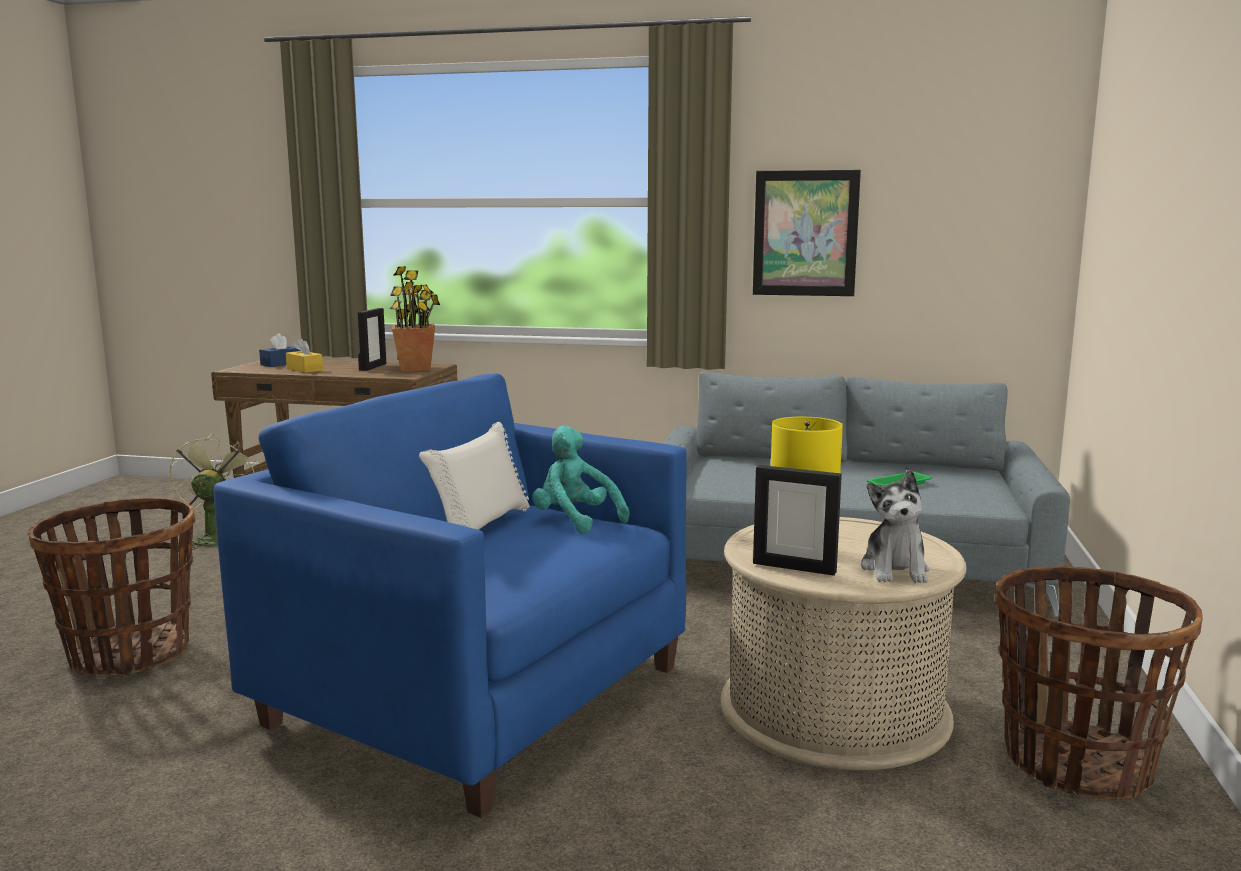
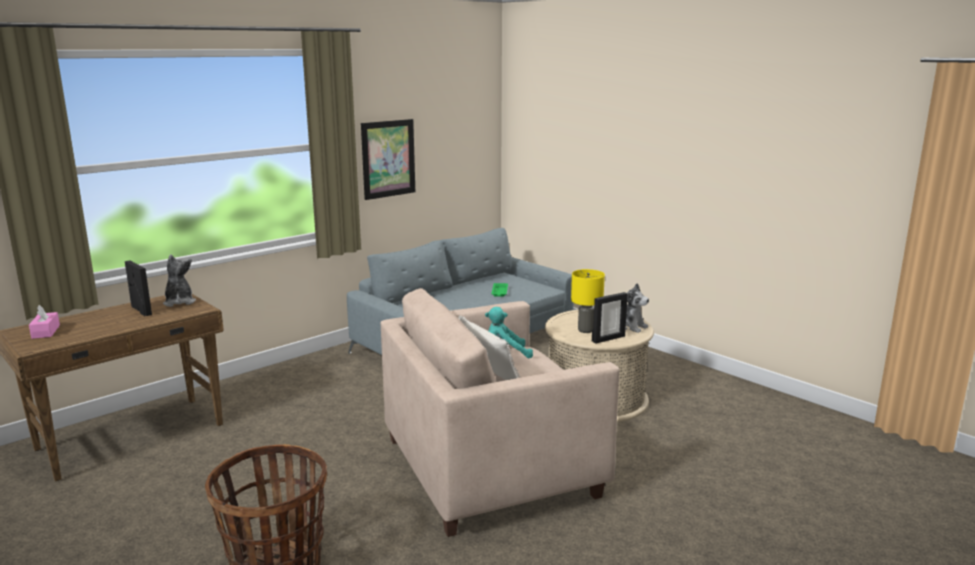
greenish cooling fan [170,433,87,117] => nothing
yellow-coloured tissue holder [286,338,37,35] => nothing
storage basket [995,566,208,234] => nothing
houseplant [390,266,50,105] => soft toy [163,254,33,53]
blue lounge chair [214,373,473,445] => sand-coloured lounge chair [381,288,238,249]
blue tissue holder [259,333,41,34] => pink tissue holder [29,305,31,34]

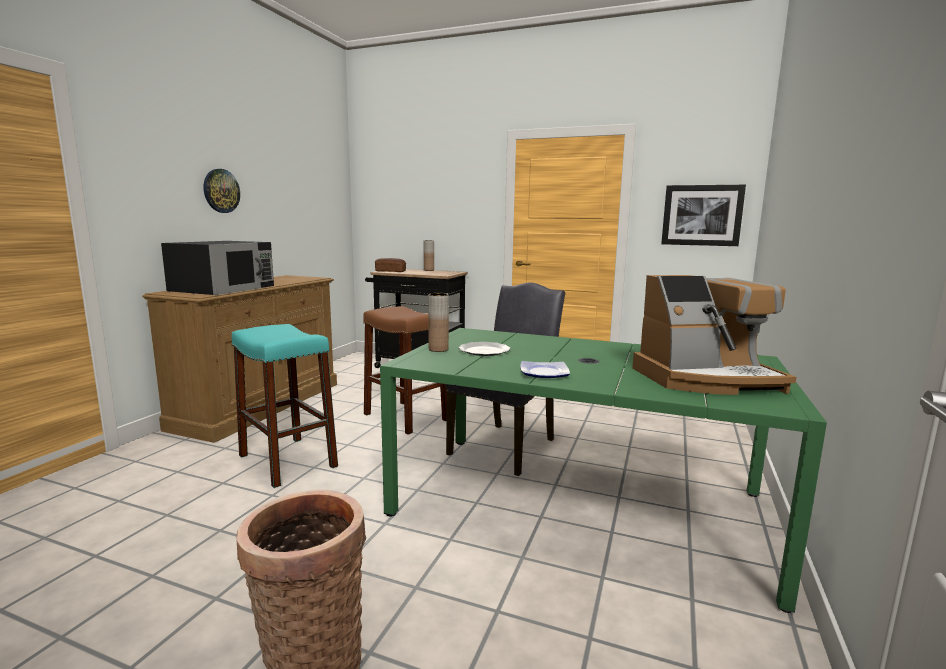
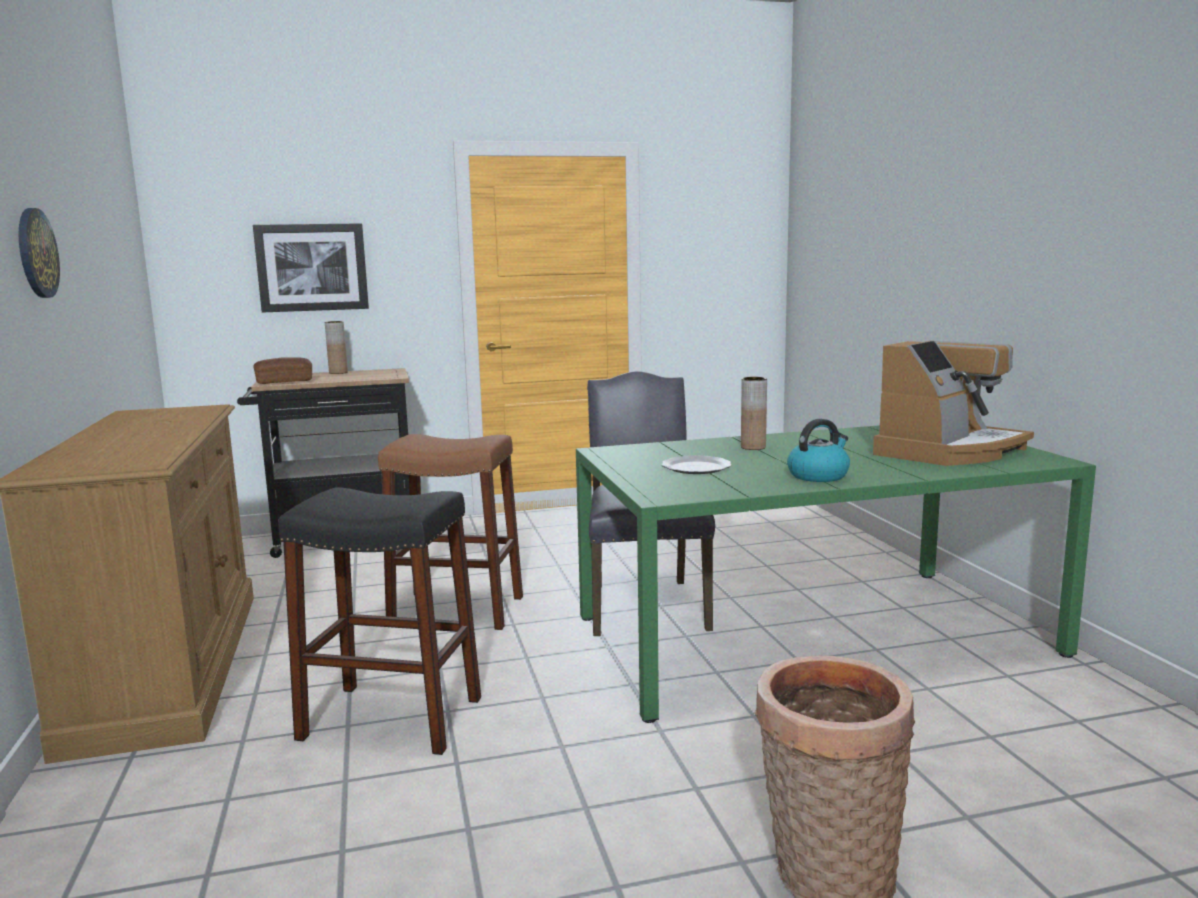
blackish microwave [161,241,113,54] => nothing
brown decorative vase [428,293,21,59] => brown decorative vase [741,377,26,73], move
wall picture [661,185,85,61] => wall picture [253,223,116,89], move
dinner plate [520,361,50,17] => tea kettle [787,419,63,63]
turquoise stool seat [232,324,106,164] => blackish stool seat [278,487,203,268]

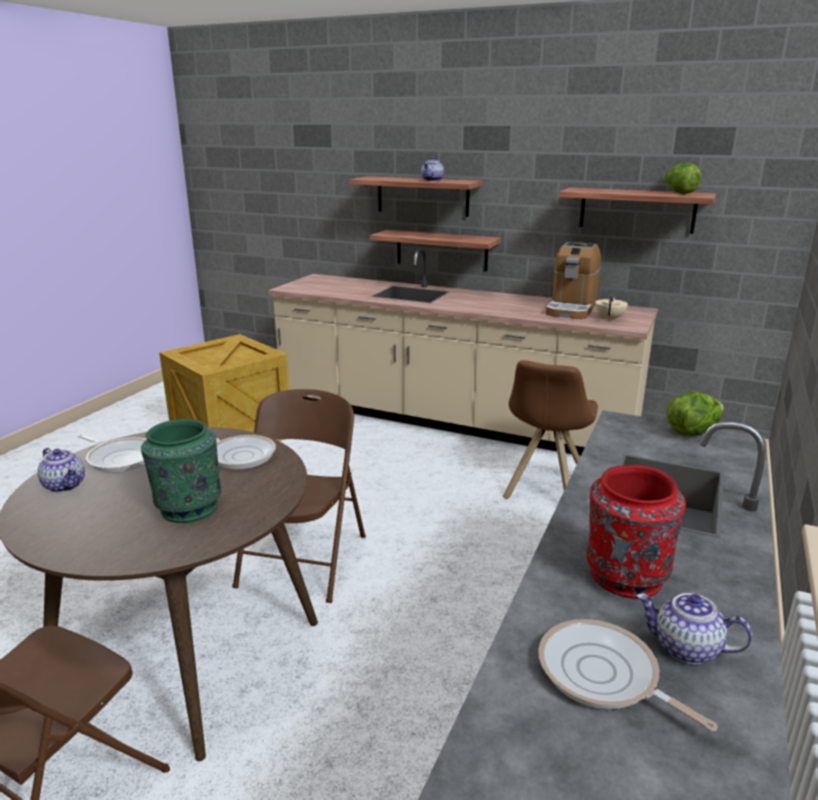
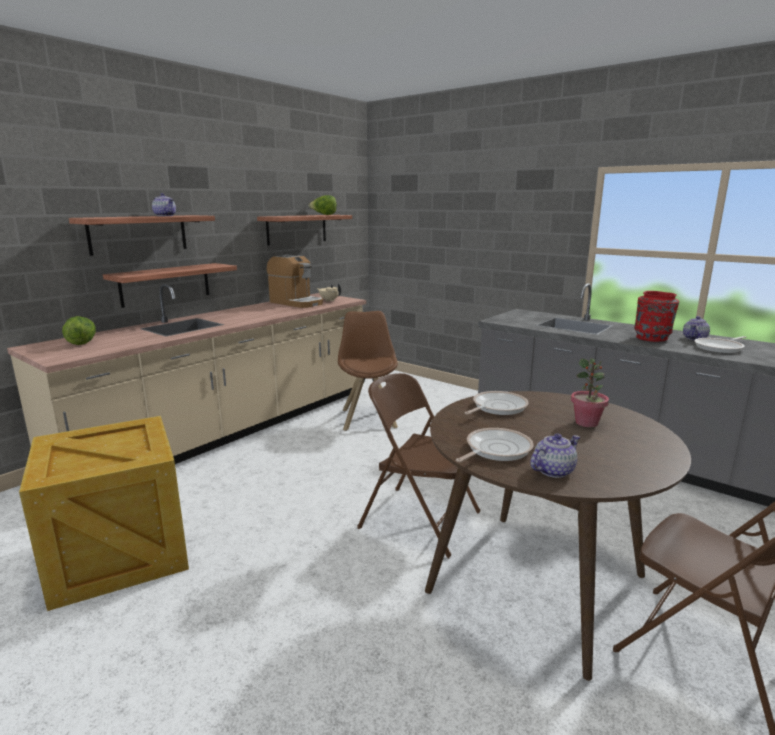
lettuce head [666,391,57,45] => lettuce head [62,316,34,29], move
greenish decorative vase [141,419,81,104] => houseplant [571,358,38,69]
brown chair [502,360,96,139] => brown chair [338,311,60,120], 135 degrees counterclockwise

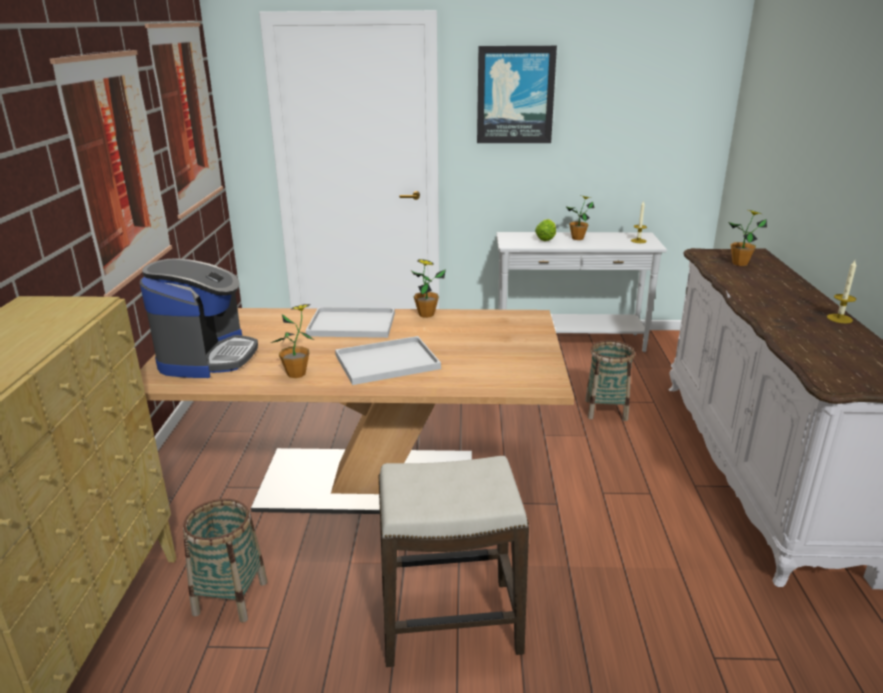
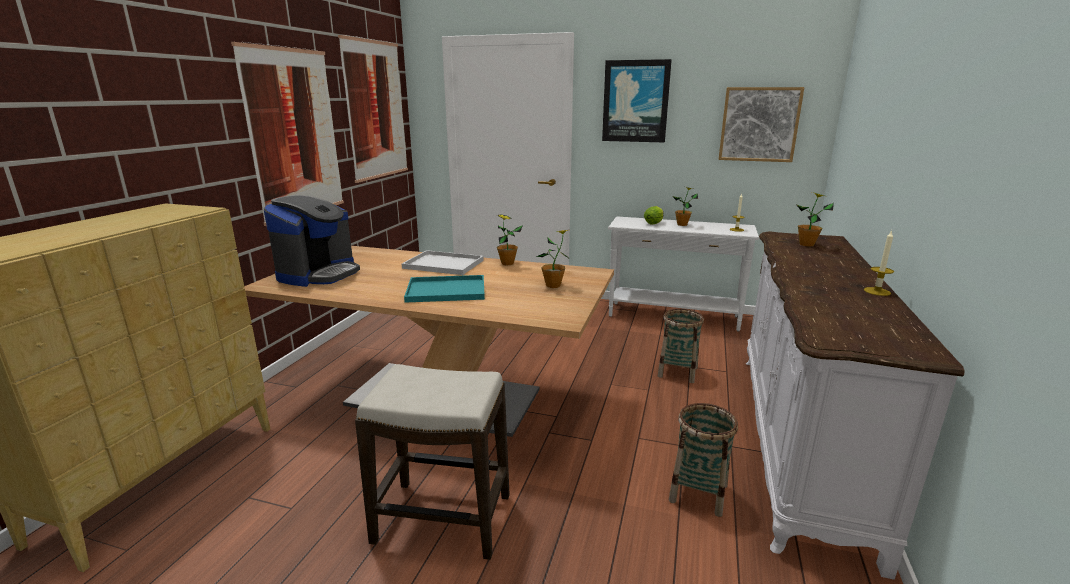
nothing => wall picture [718,87,86,75]
storage basket [183,499,85,124] => storage basket [669,403,69,114], move
houseplant [271,304,43,74] => houseplant [536,230,34,58], move
whitish tray [335,336,106,49] => turquoise tray [404,275,81,28]

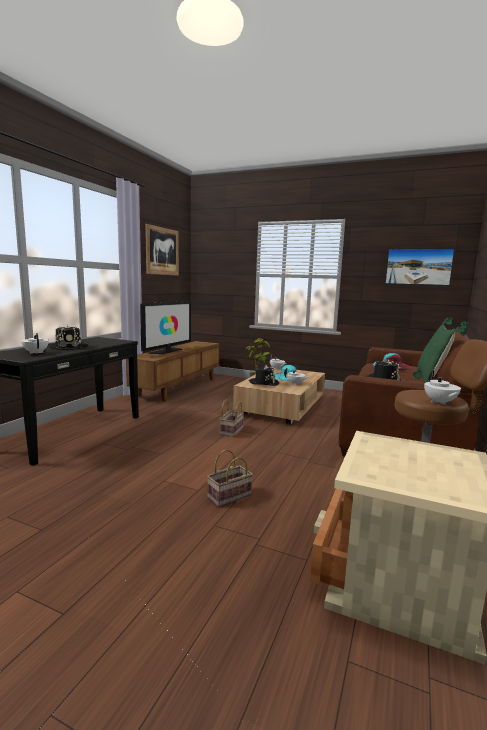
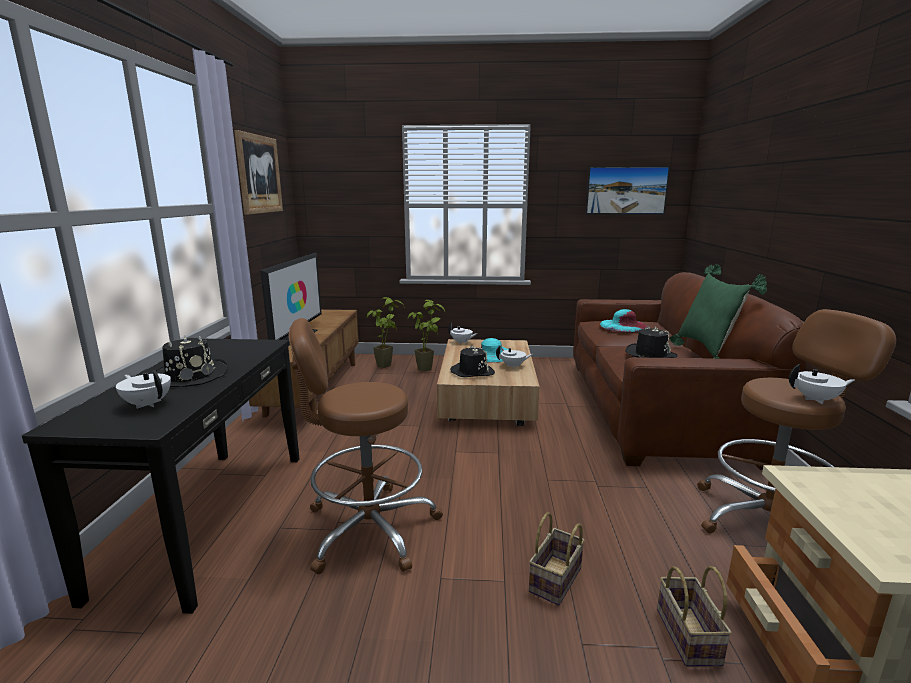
nothing => brown stool seat [289,318,154,256]
nothing => houseplant [367,297,38,71]
storage basket [220,399,24,38] => storage basket [657,566,75,101], move
whitish pot for tea [424,371,37,34] => whitish pot for tea [789,364,66,40], 60 degrees counterclockwise

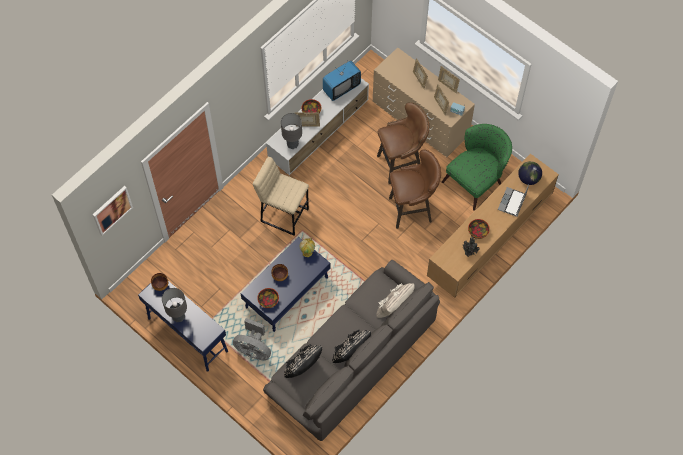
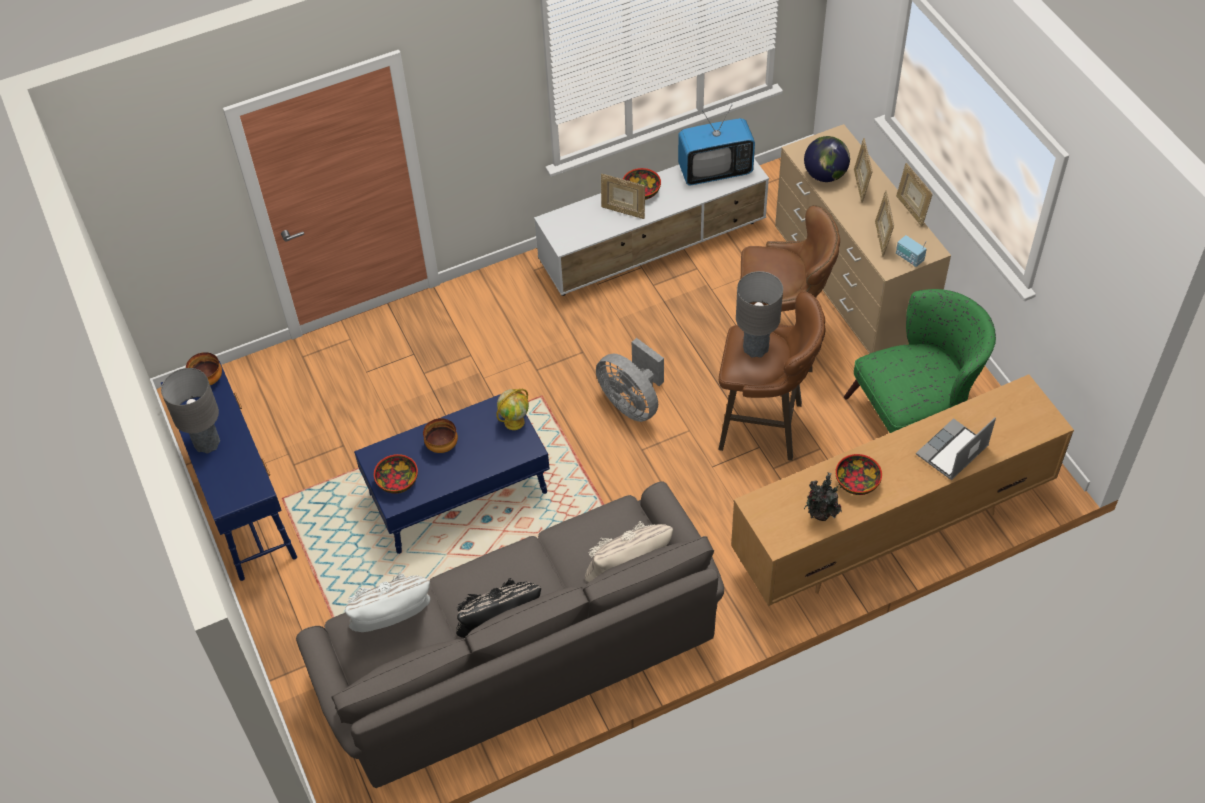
wall picture [92,186,41,50] => nothing
sand-coloured stool seat [253,156,56,80] => nothing
gray cooling fan [233,318,38,42] => gray cooling fan [596,338,68,84], move
gray lamp for a table [281,113,21,36] => gray lamp for a table [736,271,47,87], move
globe [518,161,24,24] => globe [804,136,46,46], move
blackish cushion [284,344,38,34] => whitish cushion [345,572,85,60]

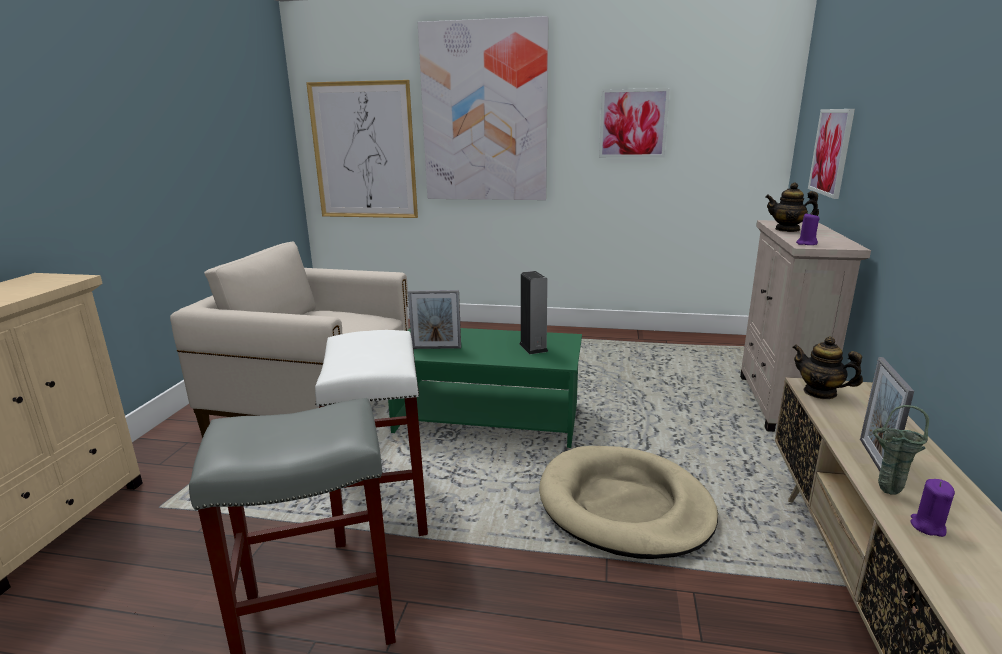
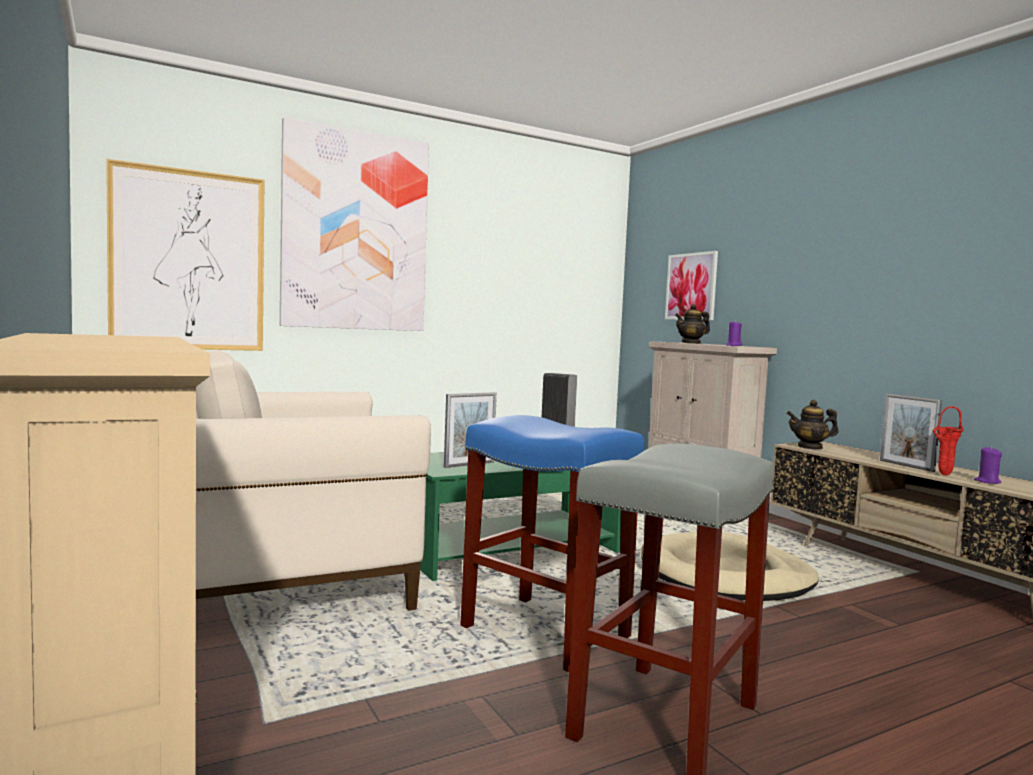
wall picture [599,88,71,70] => nothing
whitish stool seat [315,330,113,218] => blue stool seat [460,415,184,257]
greenish decorative vase [873,405,56,90] => red decorative vase [933,406,31,69]

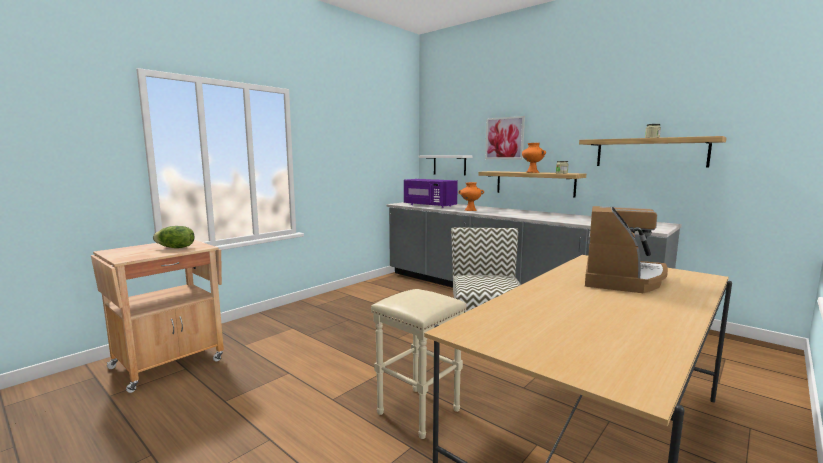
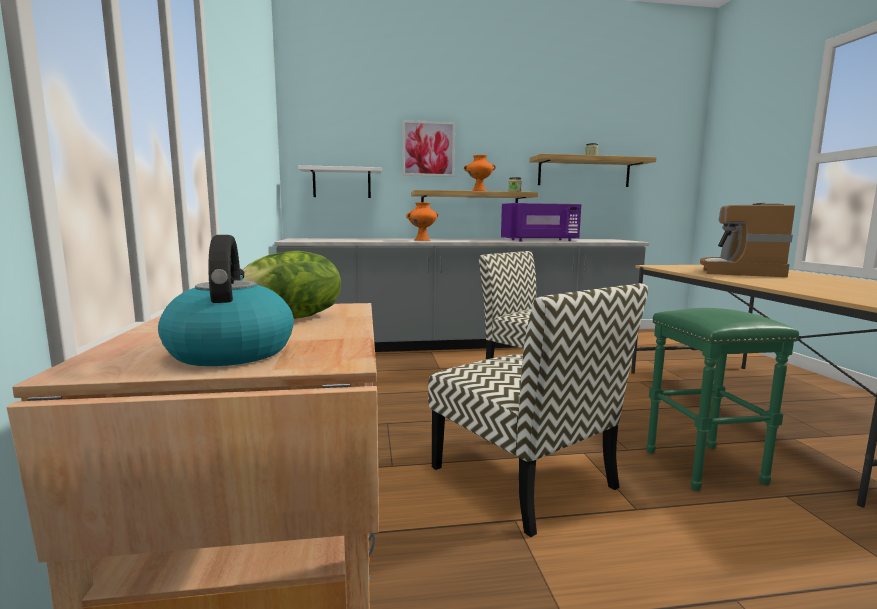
nothing => tea kettle [158,235,136,131]
nothing => chair [428,283,220,254]
purplish microwave [404,179,54,29] => purplish microwave [501,203,80,38], move
sand-coloured stool seat [371,289,96,150] => greenish stool seat [646,308,153,183]
coffee brewer [585,206,83,87] => coffee brewer [700,203,95,74], 135 degrees counterclockwise

